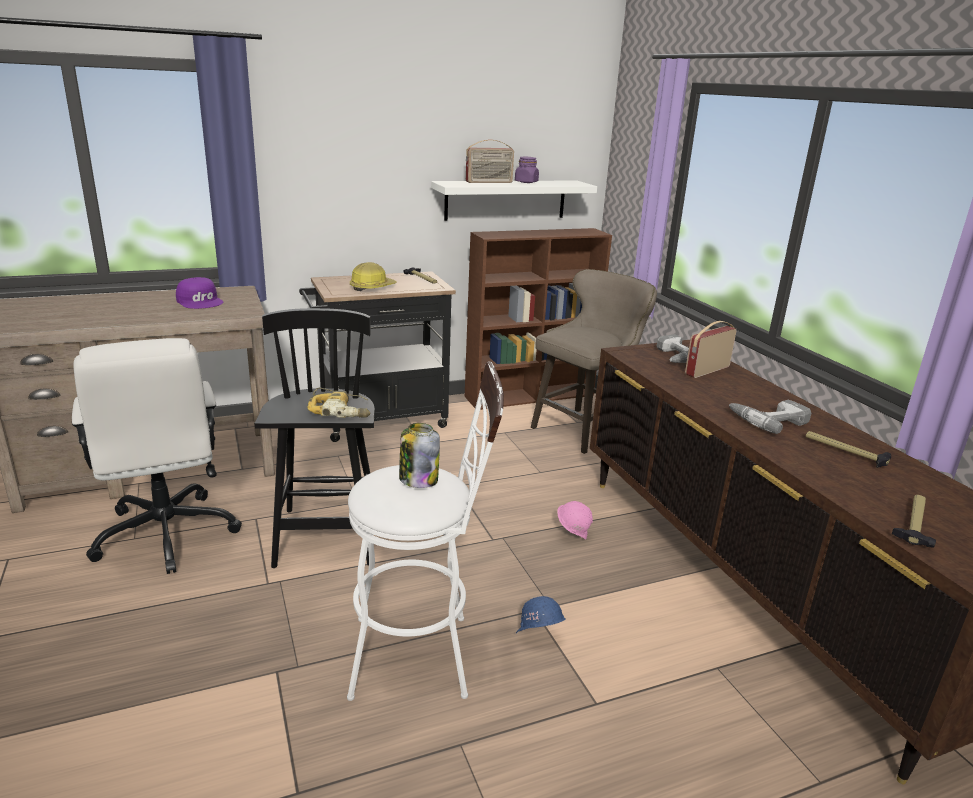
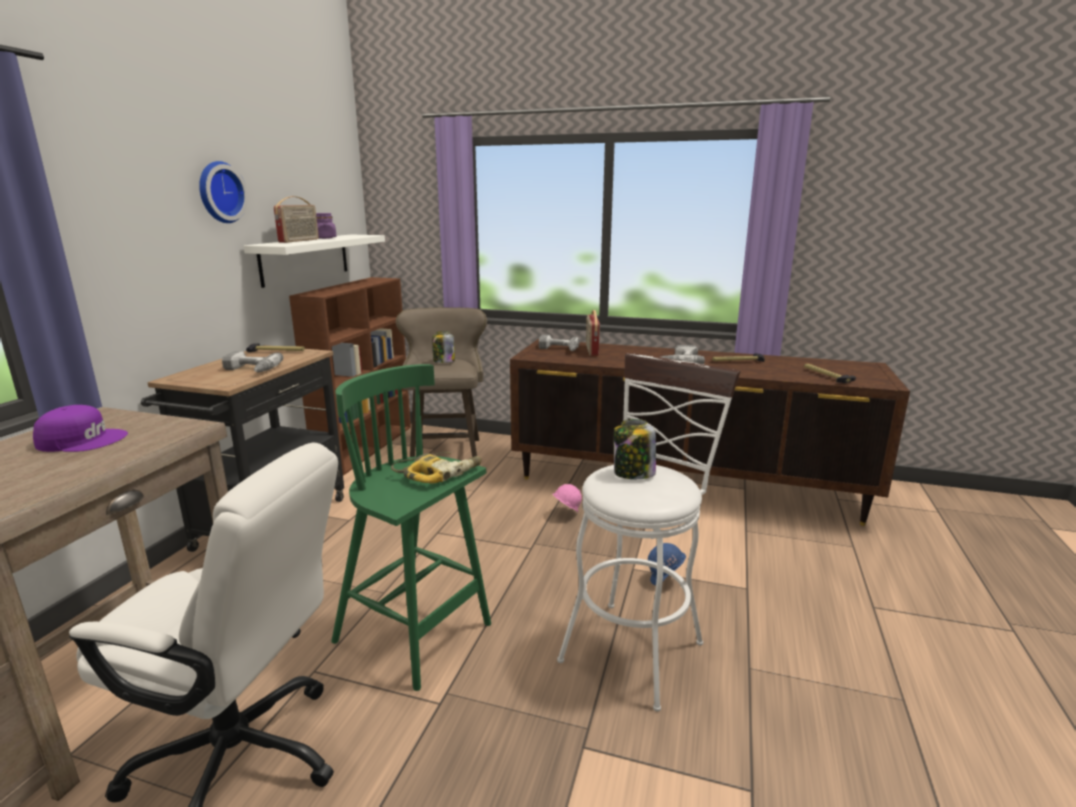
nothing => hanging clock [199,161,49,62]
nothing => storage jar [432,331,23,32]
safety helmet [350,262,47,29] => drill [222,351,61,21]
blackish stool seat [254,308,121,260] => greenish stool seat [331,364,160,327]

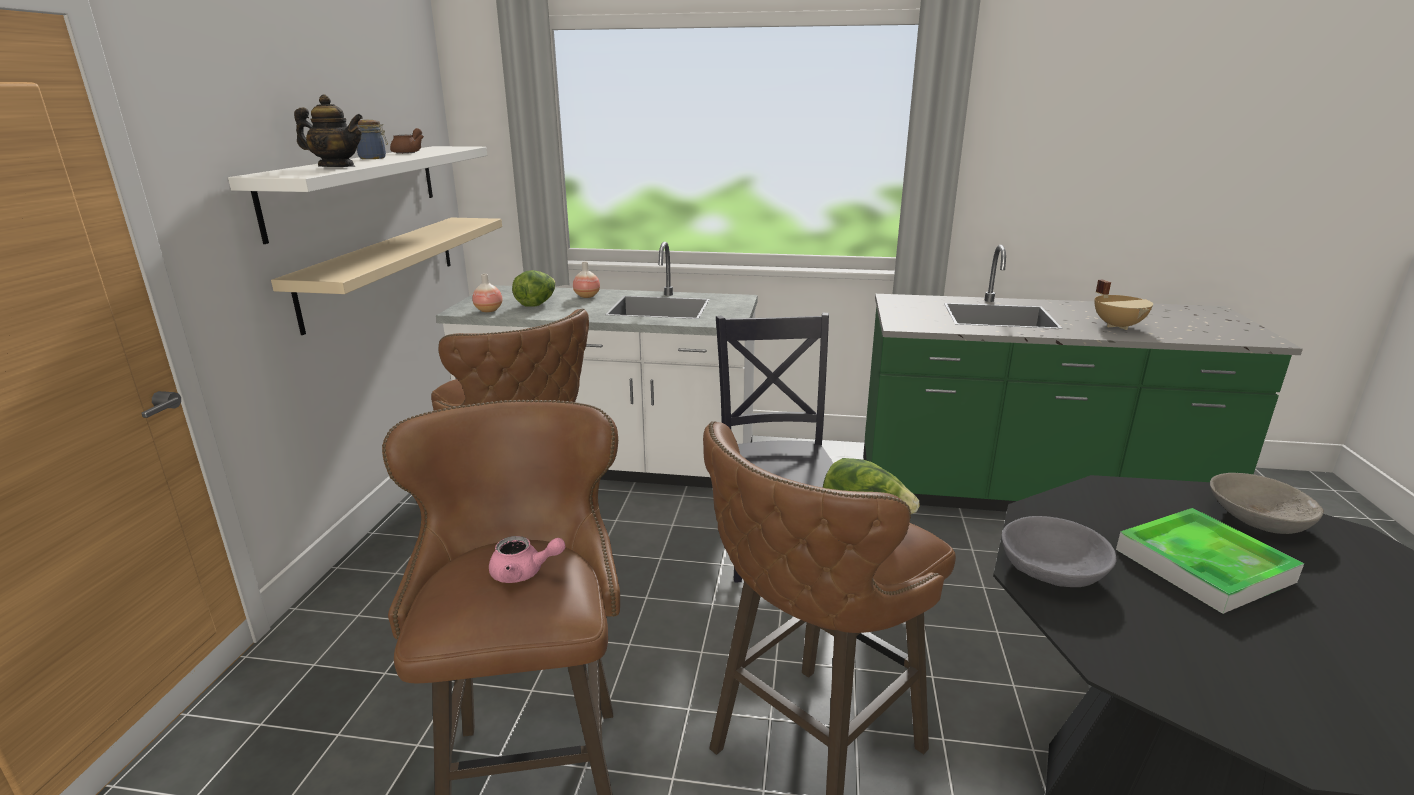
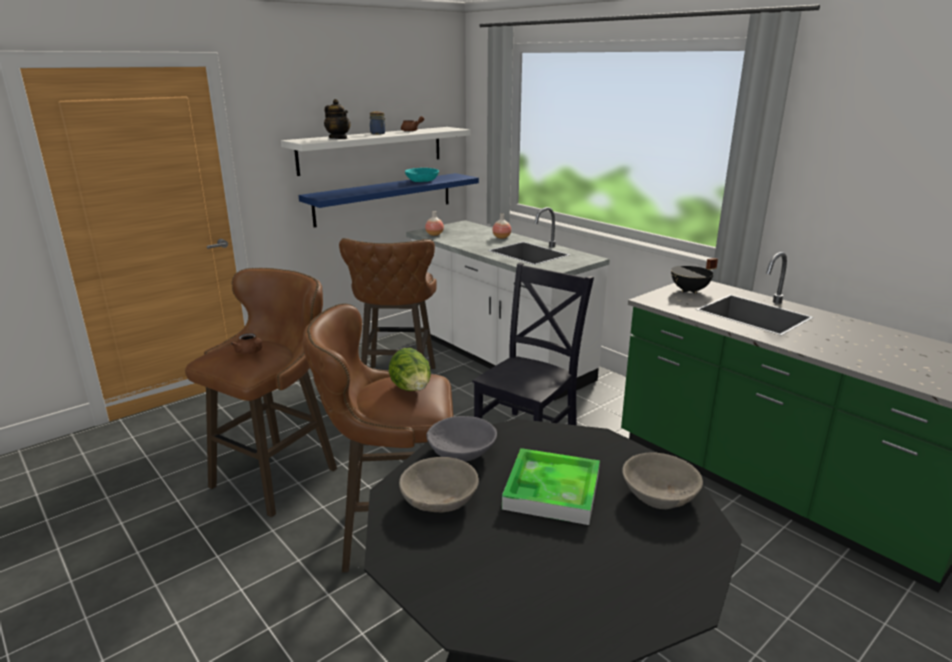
lettuce head [512,270,43,37] => nothing
sand-coloured saucepot [1095,279,58,51] => nothing
nothing => gray deep dish [399,457,80,55]
nothing => turquoise deep dish [405,168,34,14]
nothing => blackish saucepot [671,258,47,36]
sand-coloured shelf [271,218,231,117] => blue shelf [298,173,181,55]
pink pot for tea [489,536,76,47] => brown pot for tea [231,333,31,21]

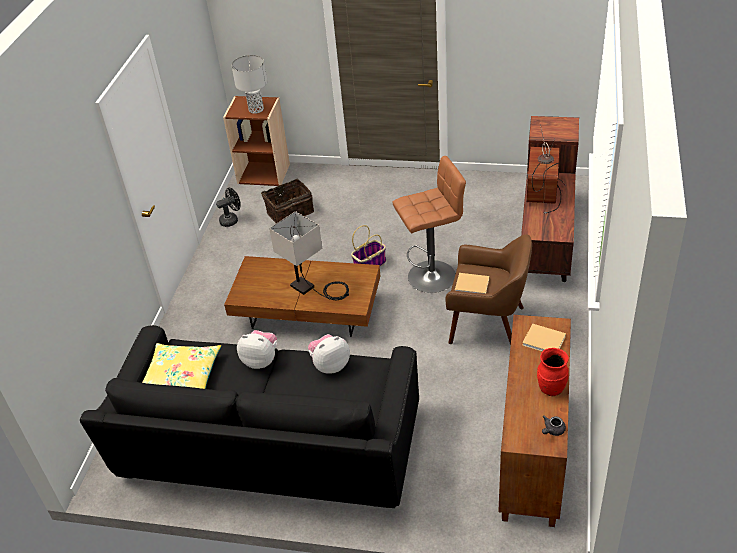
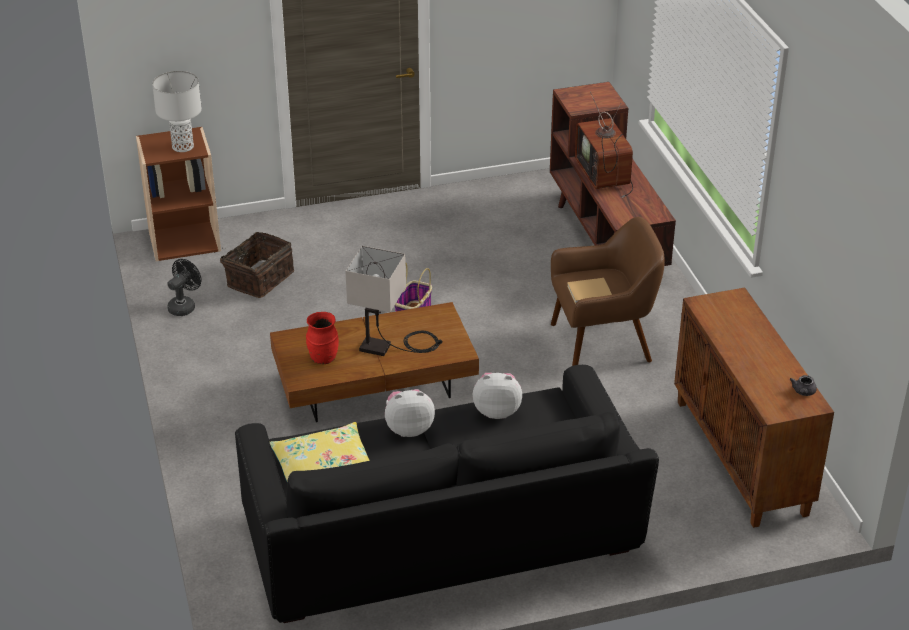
brown stool seat [392,156,74,137] => nothing
sand-coloured volume [522,324,44,28] => nothing
red decorative vase [537,348,32,48] => red decorative vase [306,312,33,52], move
soft toy [308,334,42,40] => soft toy [472,373,50,46], 60 degrees clockwise

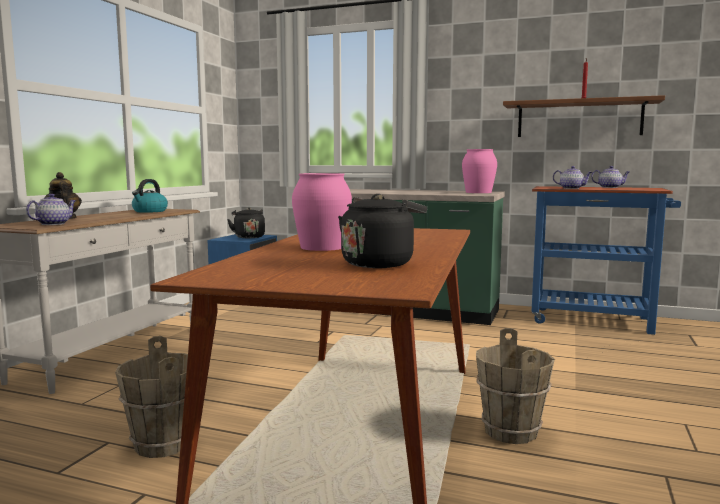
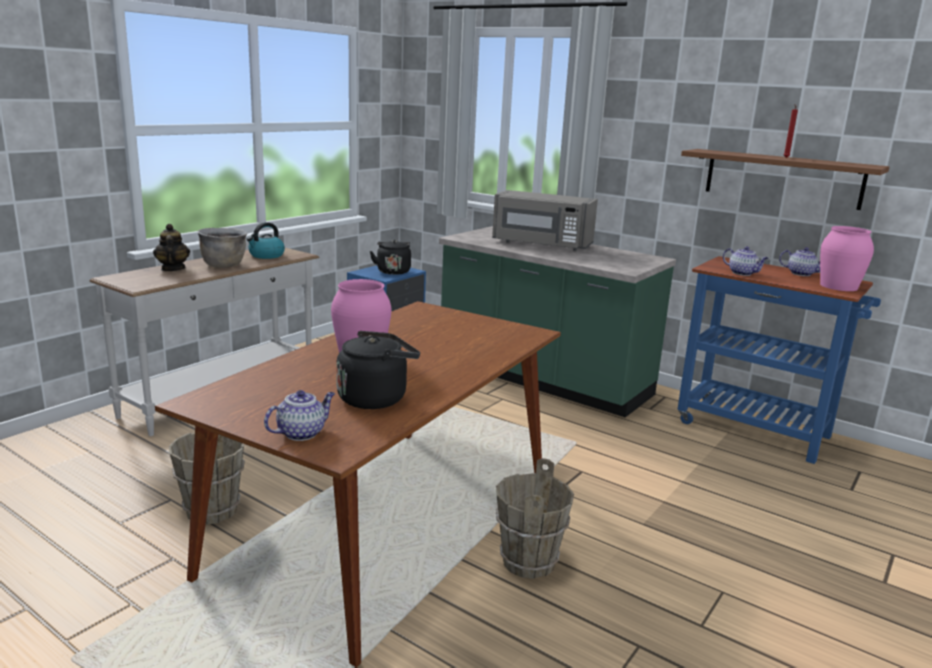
nothing => brown saucepot [197,228,50,40]
nothing => gray microwave [492,190,106,61]
pot for tea [26,194,50,31] => pot for tea [264,390,71,51], move
pink decorative vase [462,149,35,44] => pink decorative vase [820,226,54,65], move

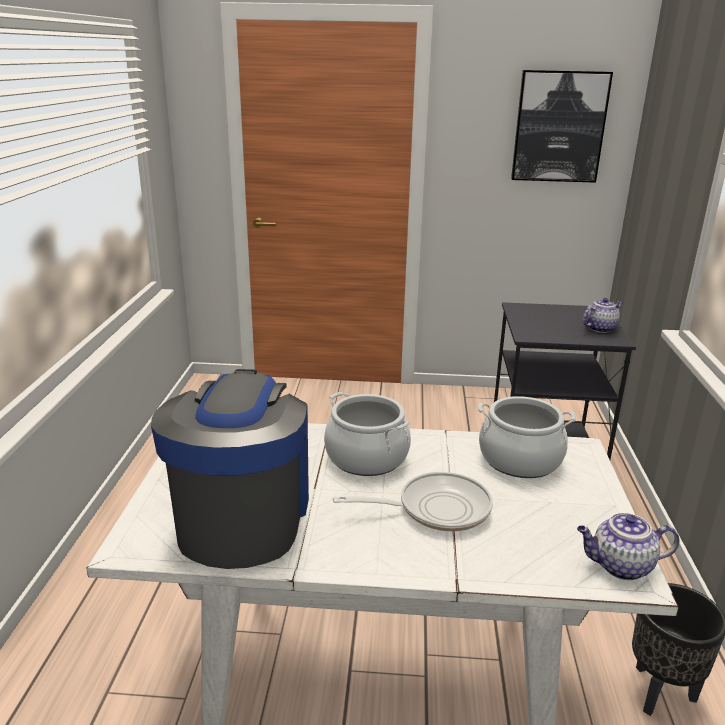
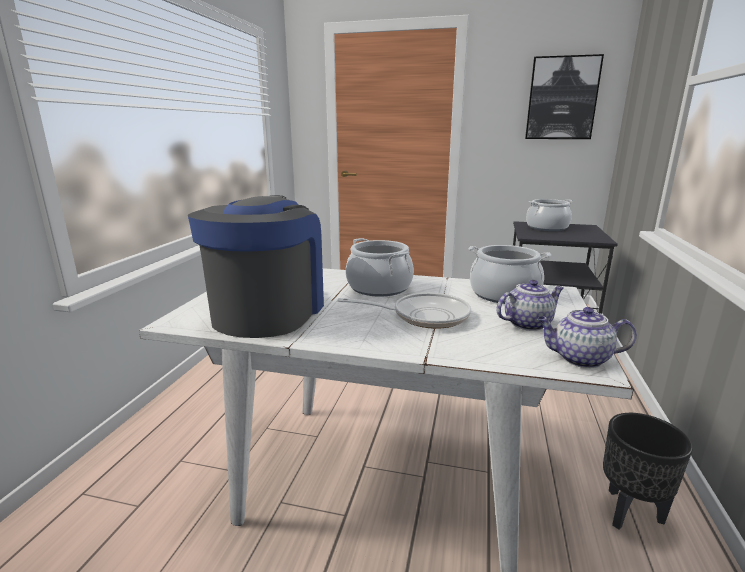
nothing => saucepot [526,199,47,32]
pot for tea [582,298,41,35] => pot for tea [496,280,68,51], move

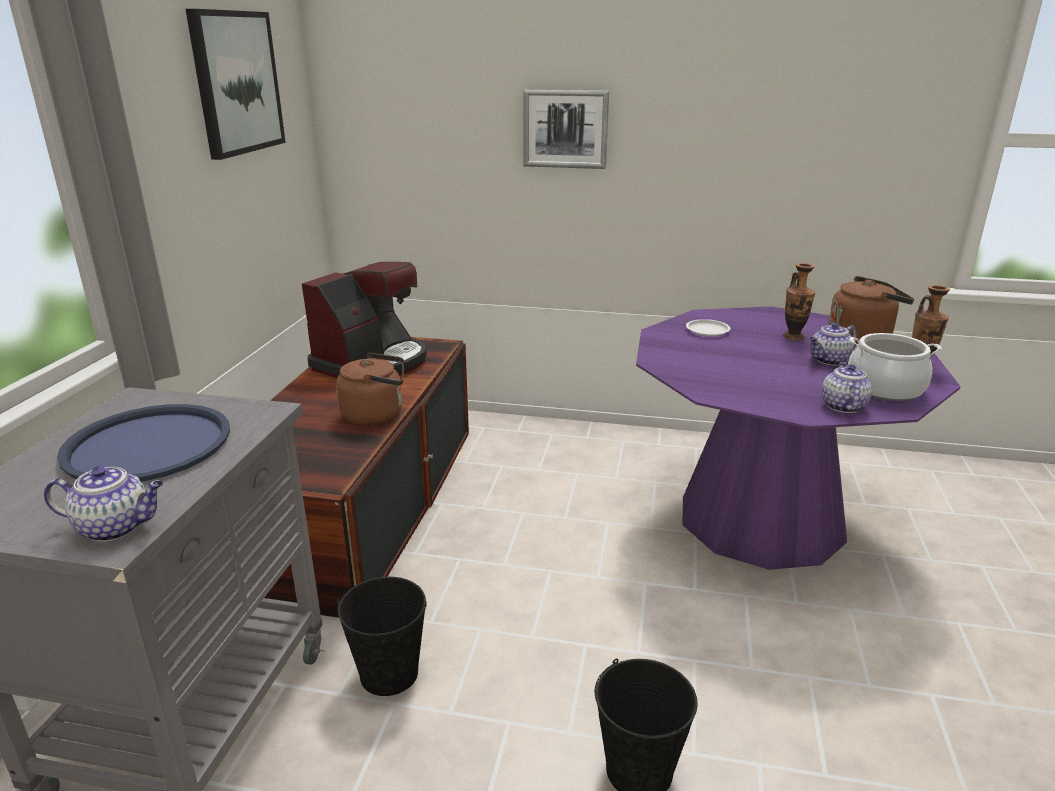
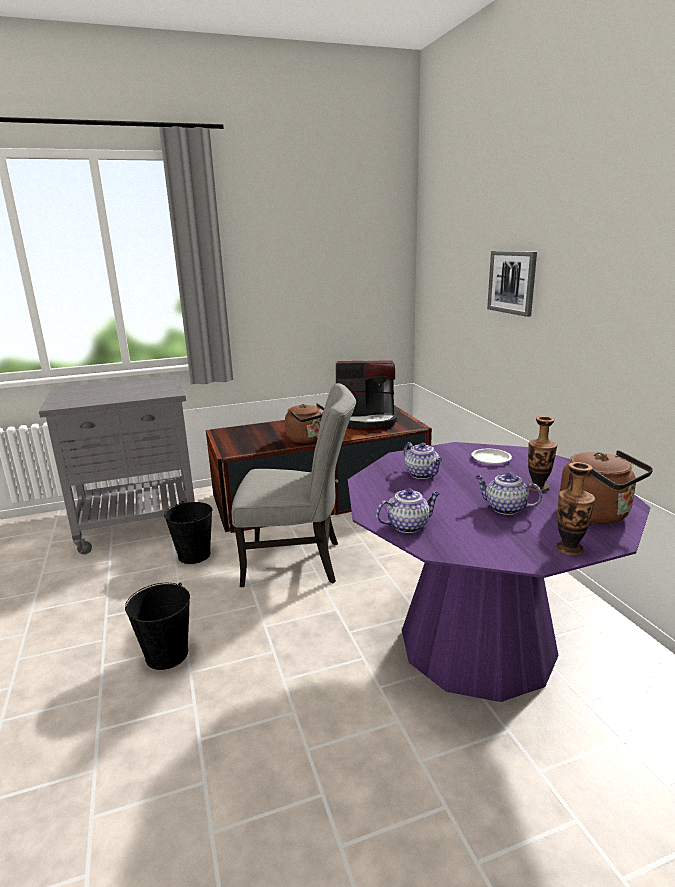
blue tray [57,404,173,78] => nothing
wall picture [186,9,100,151] => nothing
saucepot [848,333,94,68] => nothing
nothing => gray chair [232,383,124,204]
pot for tea [44,466,120,76] => pot for tea [404,442,39,37], move

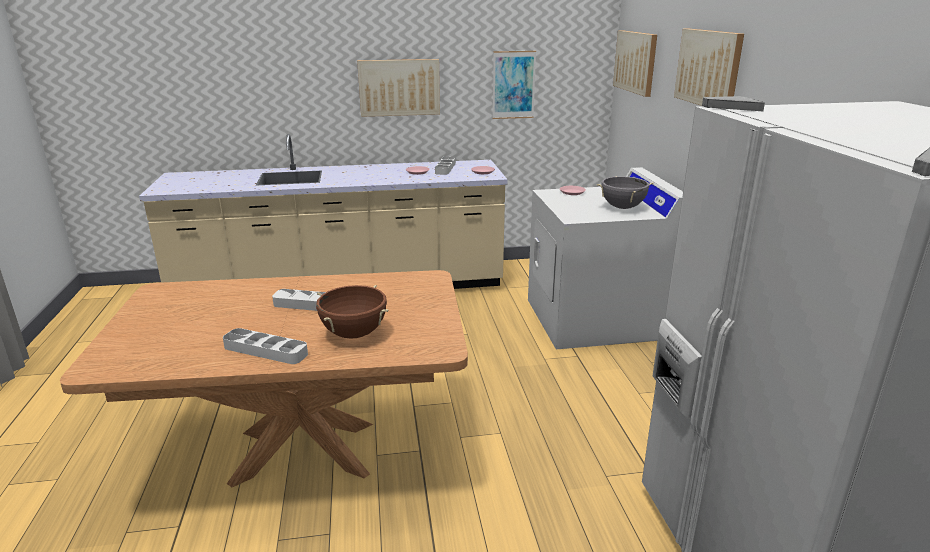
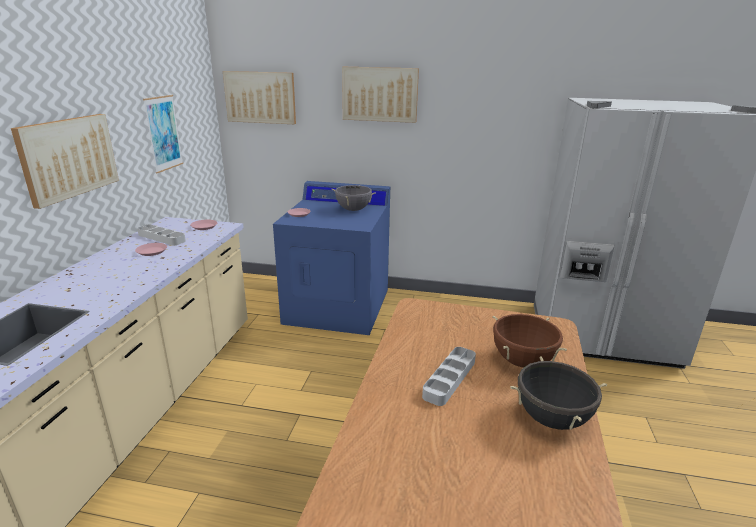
gray tray [223,328,85,36] => blackish saucepot [510,357,97,73]
whitish laundry appliance [528,167,155,182] => blue laundry appliance [273,181,117,154]

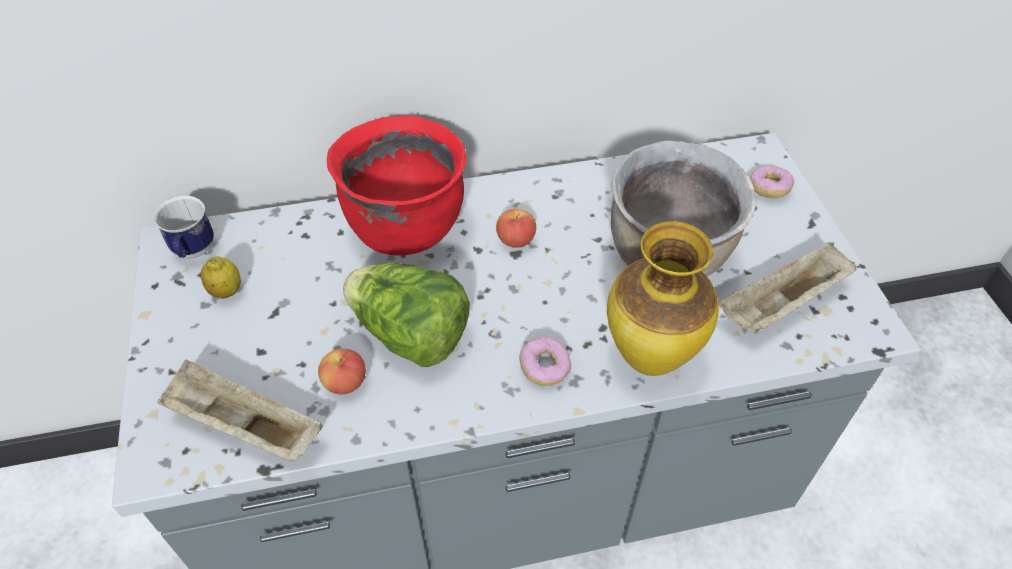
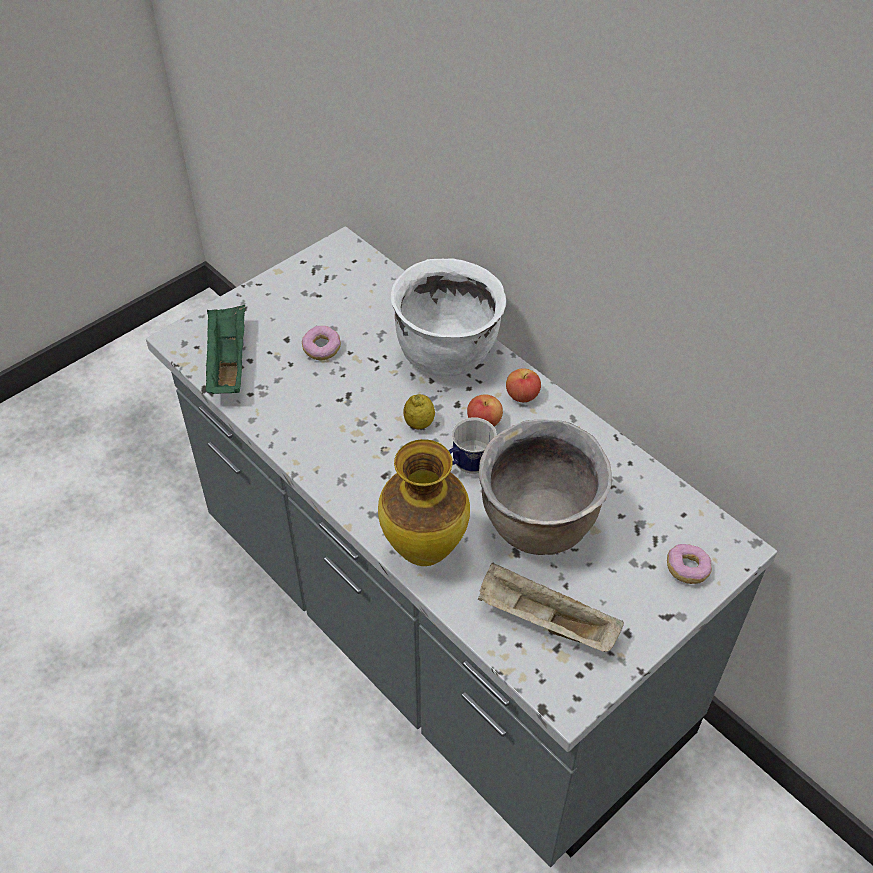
lettuce head [343,263,127,104] => nothing
coffee mug [153,196,61,62] => coffee mug [449,417,48,57], move
whole lemon [201,256,40,43] => whole lemon [403,394,32,35], move
whole apple [318,348,48,46] => whole apple [506,368,35,34], move
ring doughnut [519,337,52,49] => ring doughnut [302,326,39,34], move
sand-coloured tray [157,359,166,102] => greenish tray [206,305,39,89]
red saucepot [327,115,139,141] => whitish saucepot [391,258,115,119]

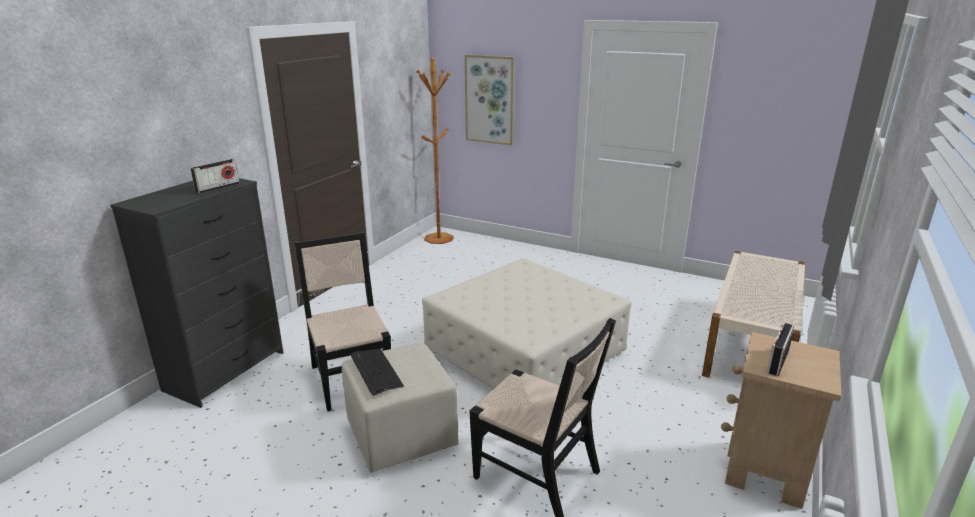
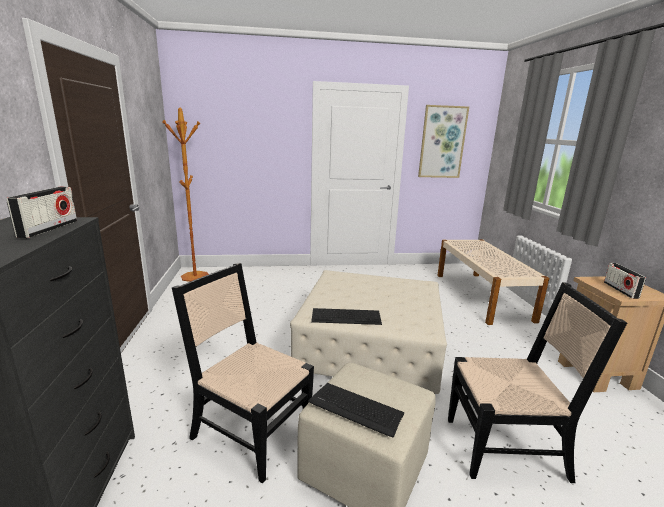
nothing => keyboard [311,308,71,17]
wall picture [465,55,50,90] => wall picture [418,105,51,73], move

